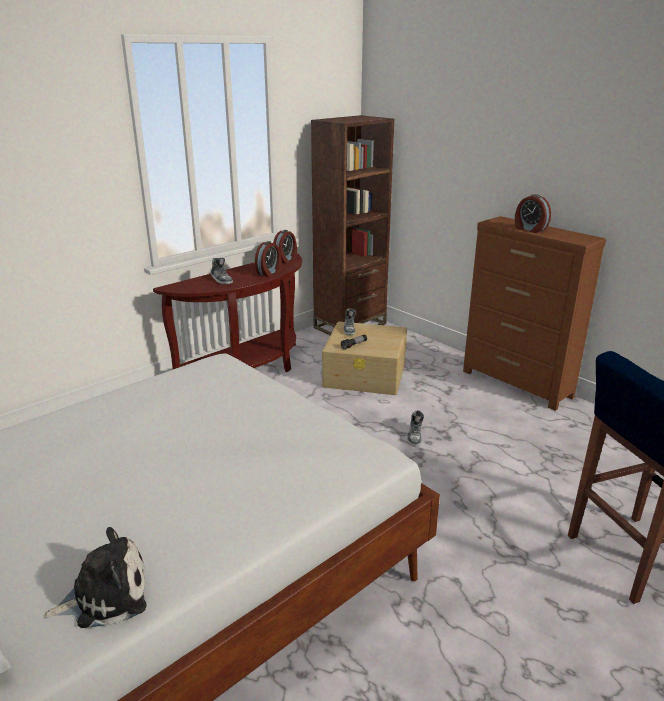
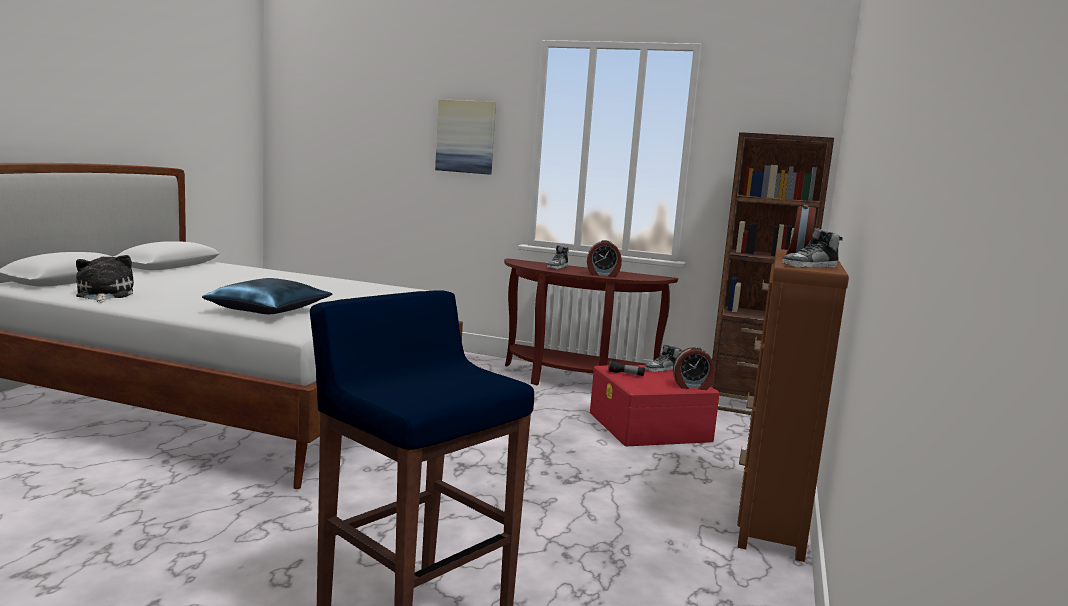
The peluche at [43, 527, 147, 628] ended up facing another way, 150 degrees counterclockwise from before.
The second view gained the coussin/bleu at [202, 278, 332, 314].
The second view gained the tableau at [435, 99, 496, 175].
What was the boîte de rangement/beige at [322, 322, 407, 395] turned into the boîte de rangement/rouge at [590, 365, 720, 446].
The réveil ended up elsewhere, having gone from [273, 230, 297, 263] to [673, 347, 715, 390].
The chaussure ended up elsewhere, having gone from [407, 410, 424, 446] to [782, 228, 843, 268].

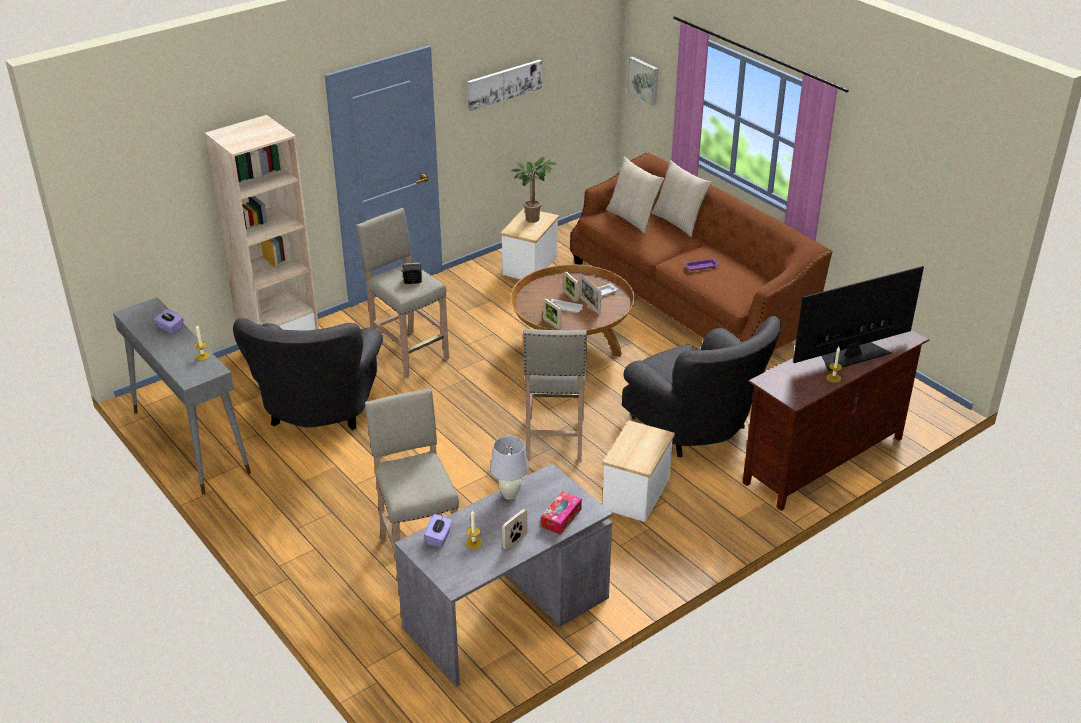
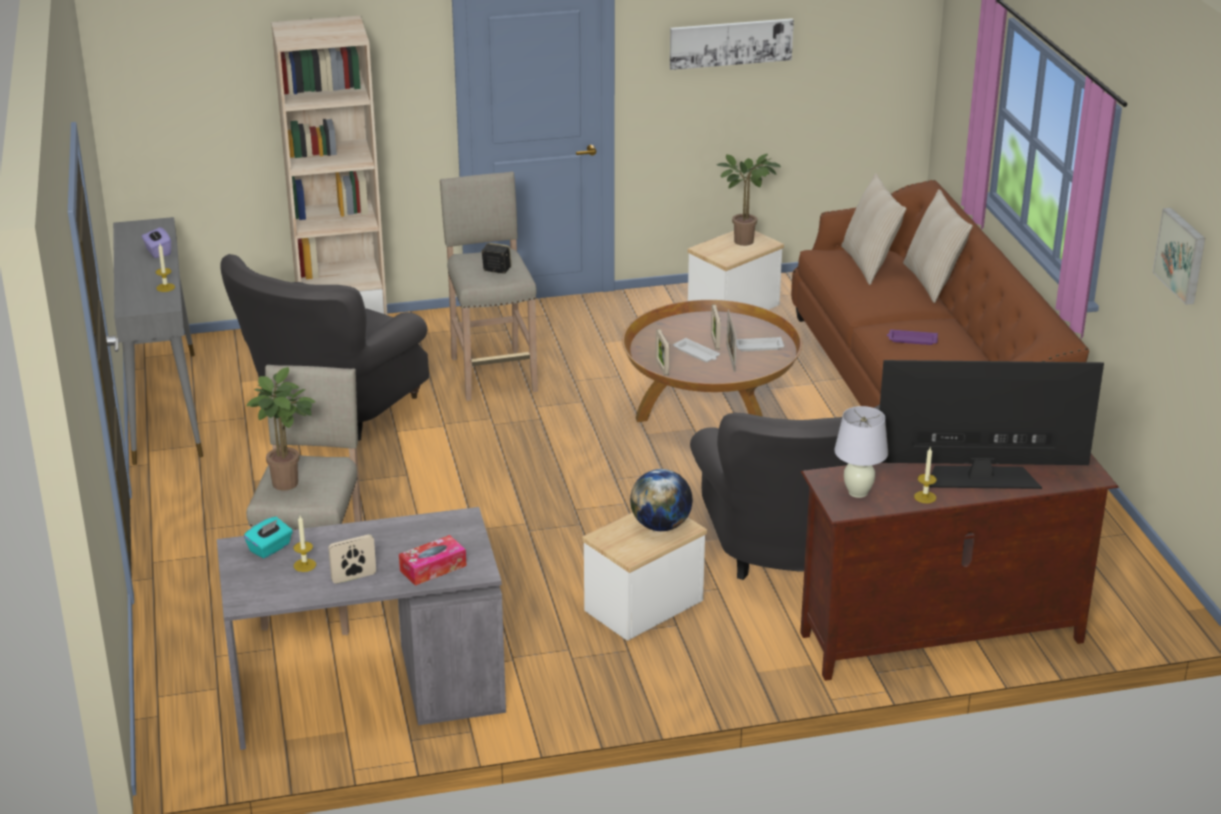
What was the boîte à mouchoirs/violet at [424, 514, 452, 547] turned into the boîte à mouchoirs/turquoise at [244, 517, 293, 559].
The second view gained the plante en pot at [246, 367, 316, 491].
The second view gained the globe at [630, 469, 693, 531].
The lampe de table/blanc ended up elsewhere, having gone from [490, 436, 529, 500] to [834, 406, 888, 498].
The tableau ended up elsewhere, having gone from [627, 56, 658, 106] to [1153, 208, 1205, 305].
The second view lost the tabouret/beige at [523, 329, 587, 463].

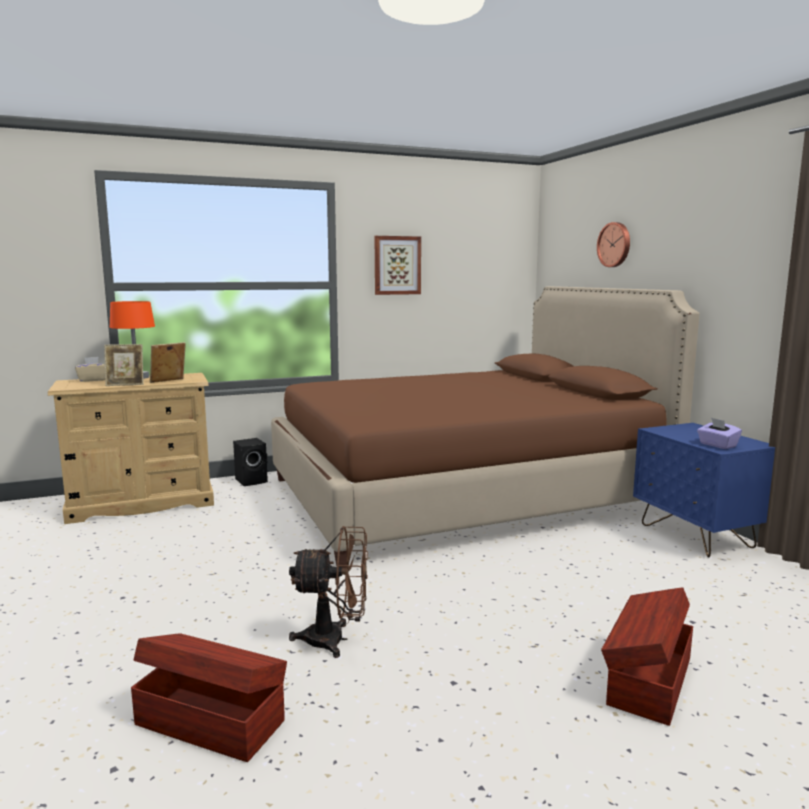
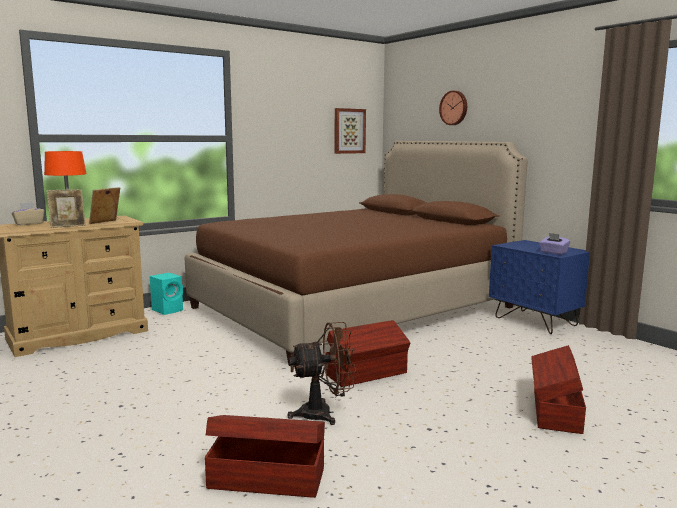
What was the enceinte/noir at [233, 438, 268, 486] turned into the enceinte/turquoise at [150, 273, 183, 315].
The second view gained the boîte de rangement/marron at [325, 320, 411, 387].
The tableau ended up elsewhere, having gone from [375, 236, 421, 295] to [335, 108, 366, 154].

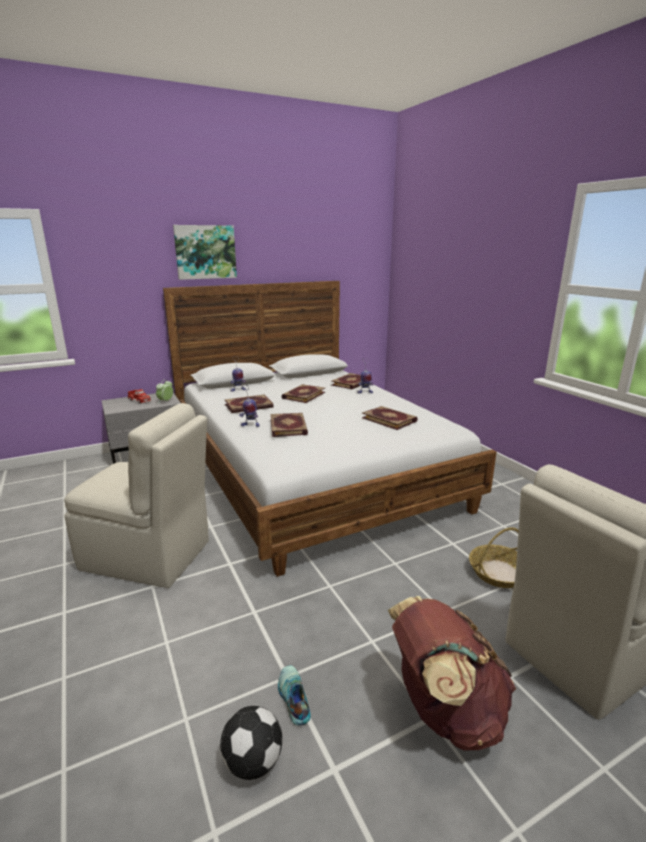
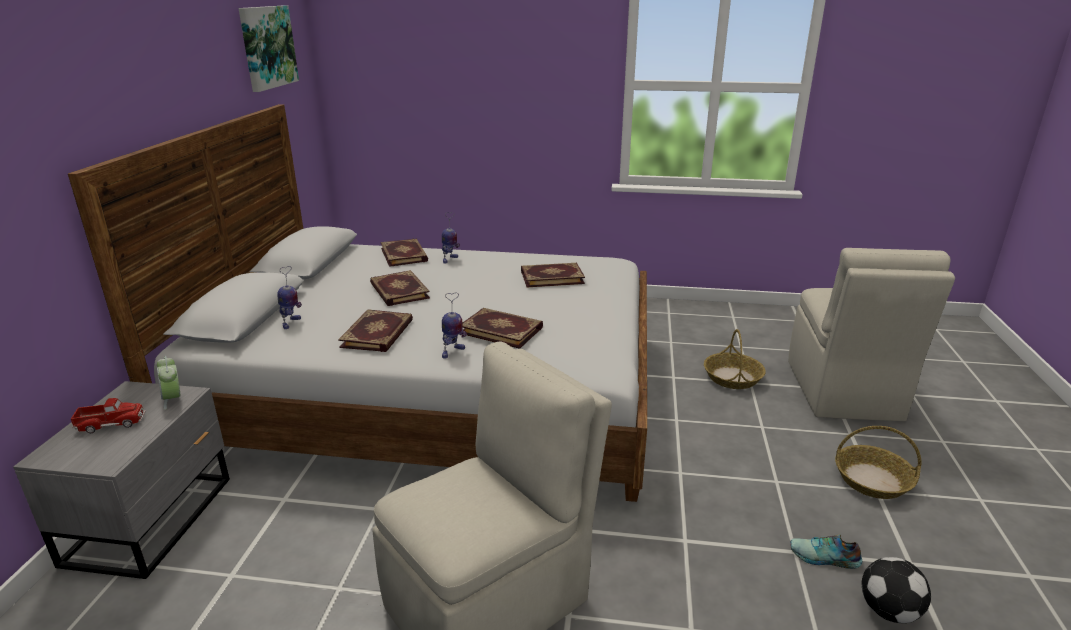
The tableau ended up elsewhere, having gone from [173, 225, 237, 280] to [238, 6, 299, 92].
Where the sac à dos/marron stood at [388, 596, 516, 750], the panier came to stand at [835, 426, 921, 499].

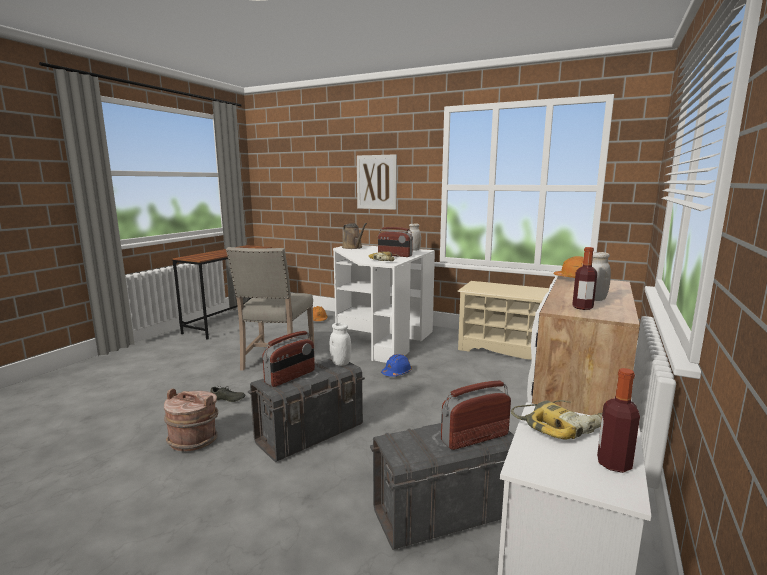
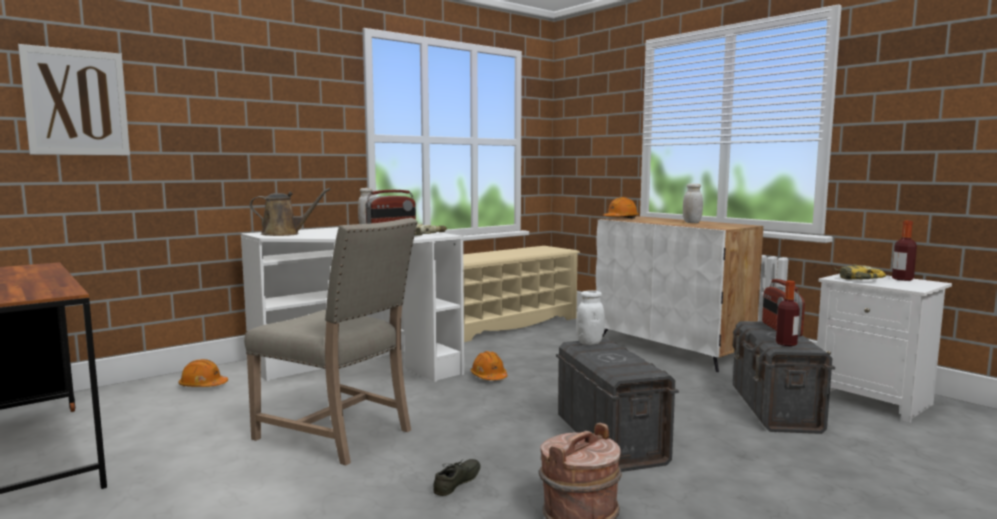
The tableau ended up elsewhere, having gone from [357, 154, 397, 210] to [18, 44, 130, 155].
What was the casque de chantier/bleu at [381, 354, 412, 377] turned into the casque de chantier/orange at [471, 351, 508, 380].
The bouteille ended up elsewhere, having gone from [572, 247, 597, 310] to [776, 281, 800, 346].
The second view lost the radio at [262, 331, 315, 387].

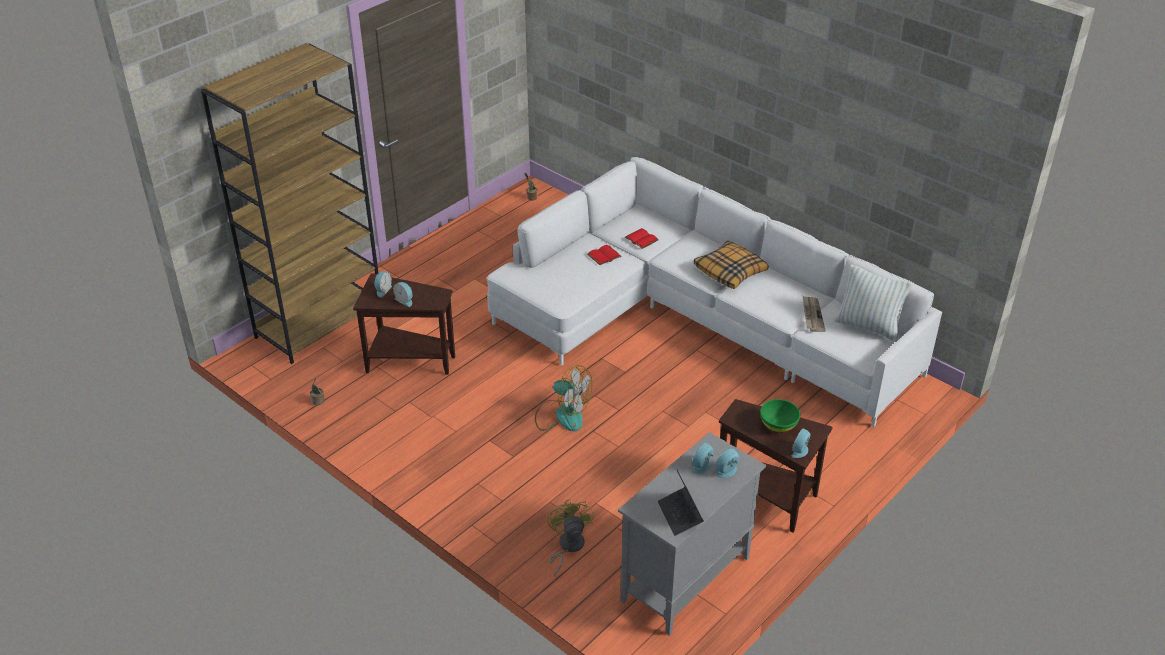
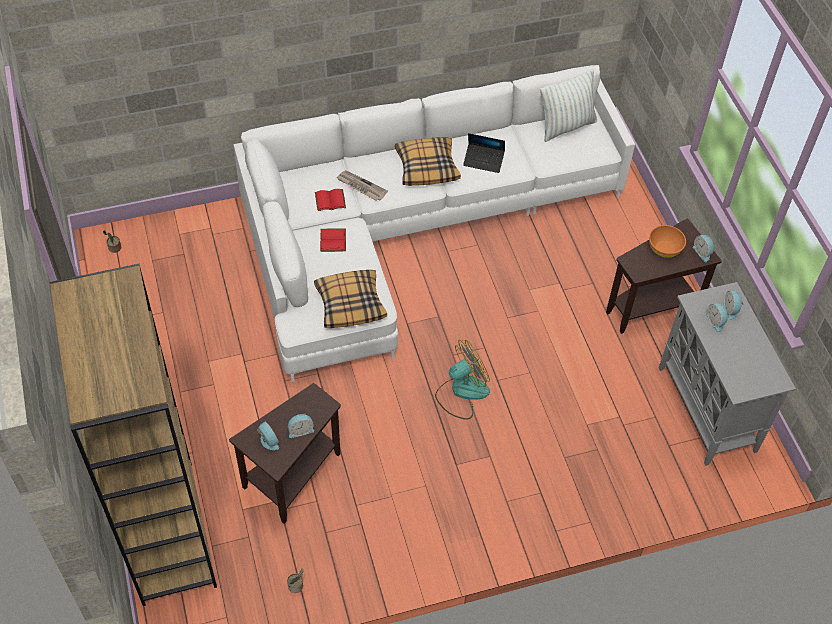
The second view gained the coussin at [314, 270, 387, 328].
The journal ended up elsewhere, having gone from [803, 296, 826, 332] to [336, 170, 388, 201].
The ordinateur portable ended up elsewhere, having gone from [658, 469, 704, 536] to [463, 133, 505, 173].
What was the bol/vert at [760, 399, 800, 432] turned into the bol/orange at [649, 225, 686, 258].
The second view lost the ventilateur/jaune at [547, 499, 594, 576].

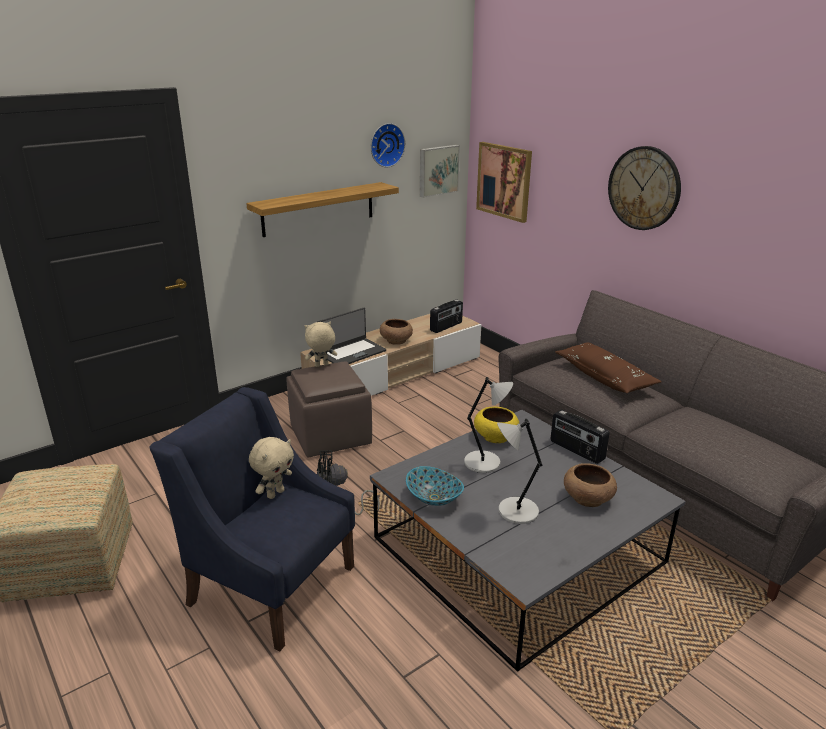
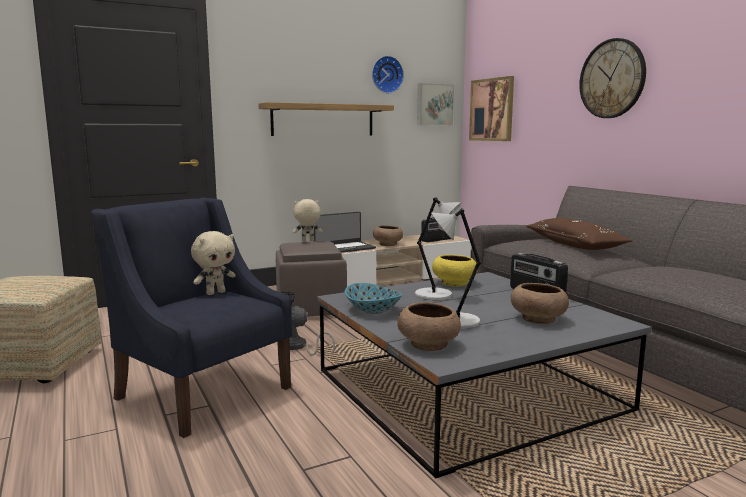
The second view gained the bol/marron at [397, 302, 461, 351].

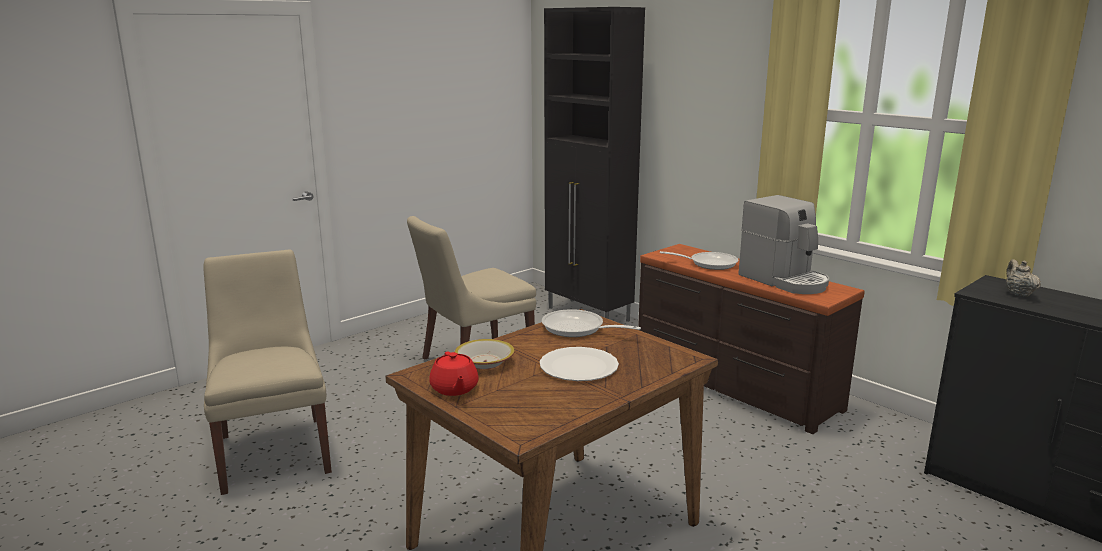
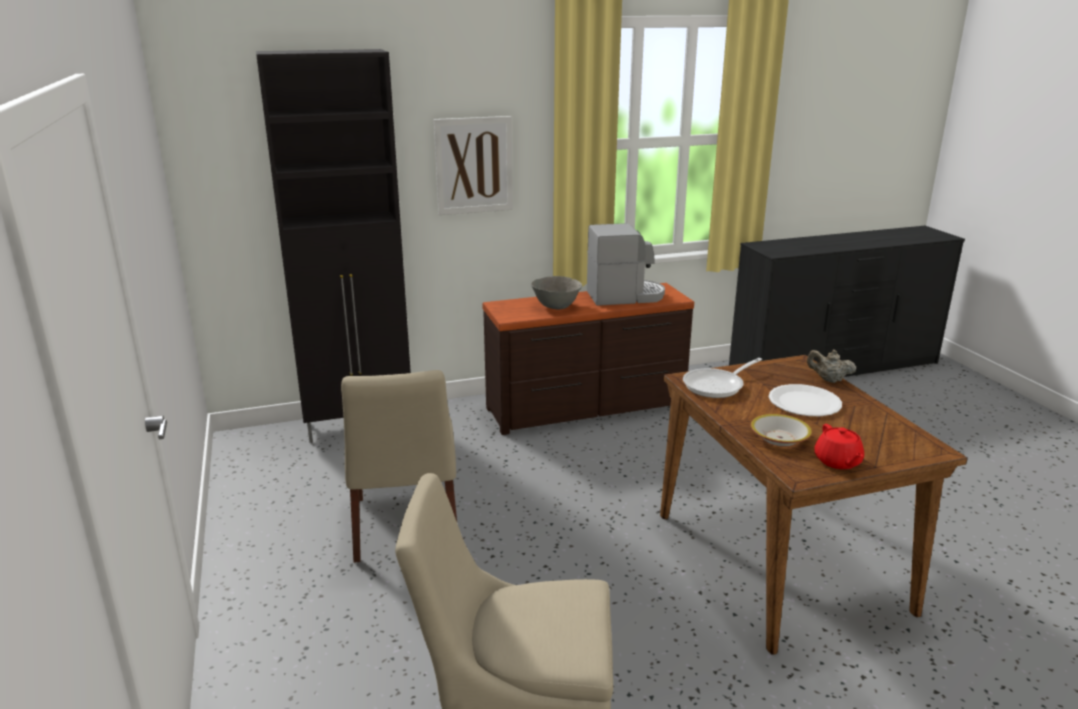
The second view gained the tableau at [434, 116, 513, 215].
Where the poêle stood at [660, 251, 738, 270], the bol/gris came to stand at [531, 276, 582, 309].
The théière/beige ended up elsewhere, having gone from [1006, 259, 1041, 297] to [807, 350, 856, 383].
The théière/rouge at [429, 352, 479, 396] ended up facing another way, 75 degrees clockwise from before.

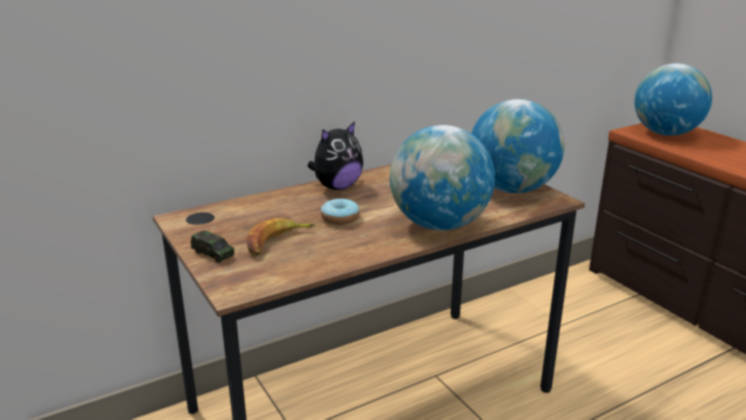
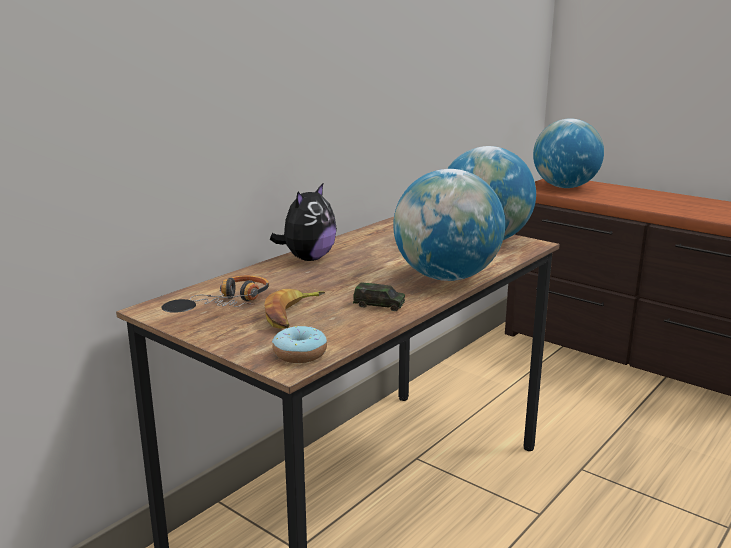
The second view gained the casque audio at [190, 276, 269, 307].
The beignet ended up elsewhere, having gone from [321, 198, 360, 225] to [272, 326, 327, 363].
The petite voiture ended up elsewhere, having gone from [191, 230, 235, 263] to [353, 283, 405, 311].

